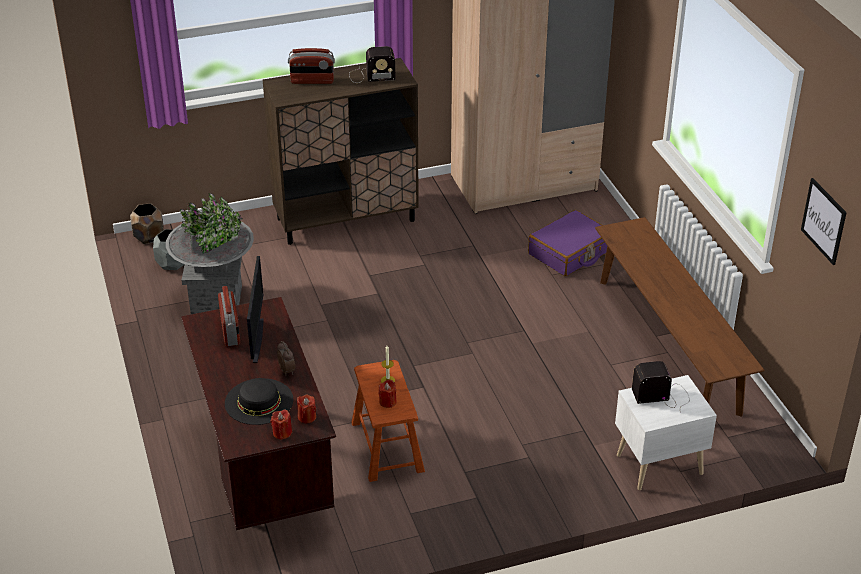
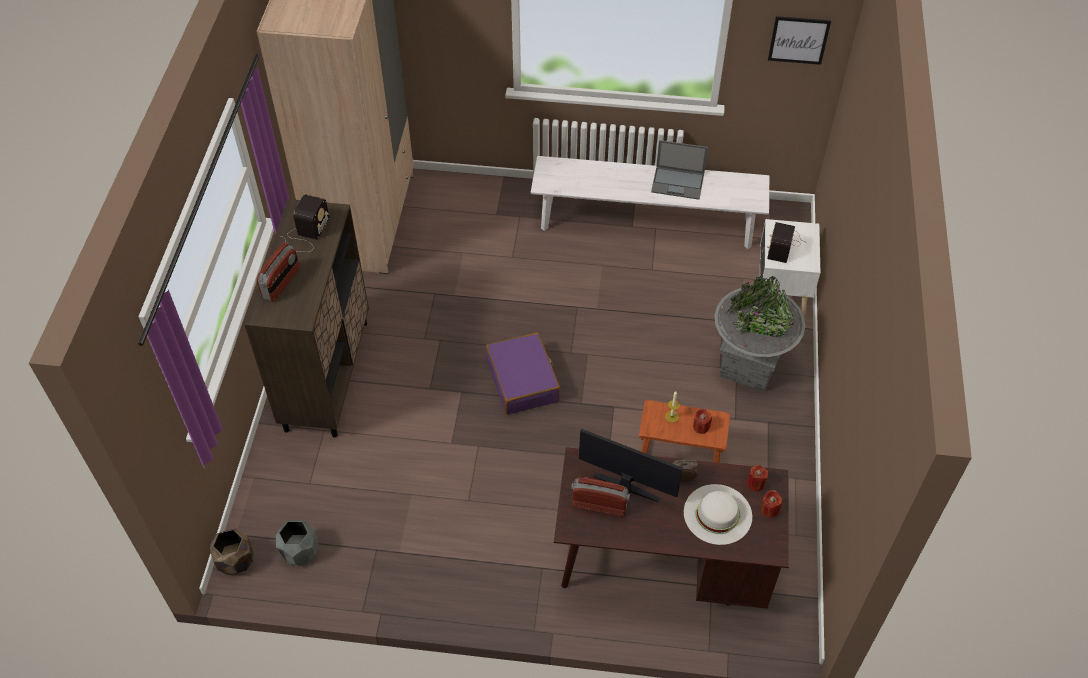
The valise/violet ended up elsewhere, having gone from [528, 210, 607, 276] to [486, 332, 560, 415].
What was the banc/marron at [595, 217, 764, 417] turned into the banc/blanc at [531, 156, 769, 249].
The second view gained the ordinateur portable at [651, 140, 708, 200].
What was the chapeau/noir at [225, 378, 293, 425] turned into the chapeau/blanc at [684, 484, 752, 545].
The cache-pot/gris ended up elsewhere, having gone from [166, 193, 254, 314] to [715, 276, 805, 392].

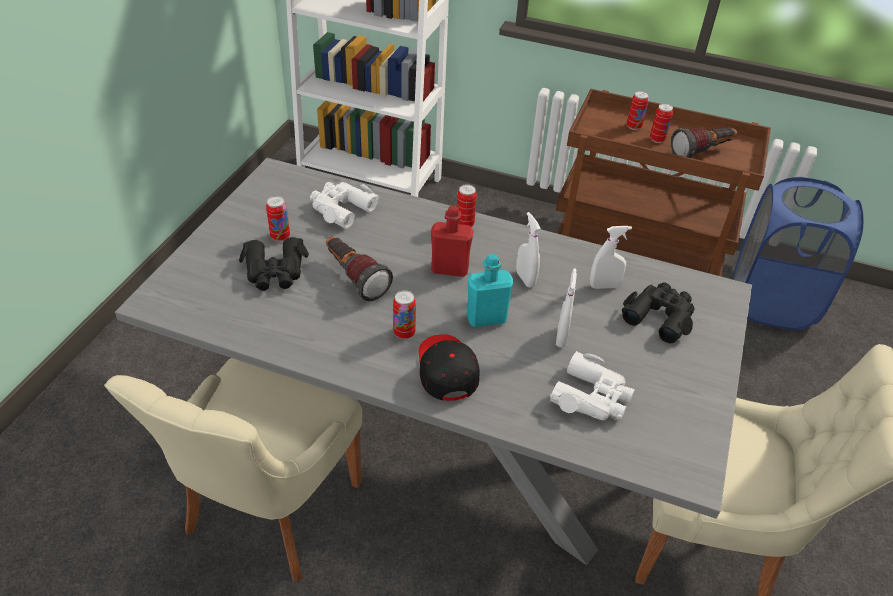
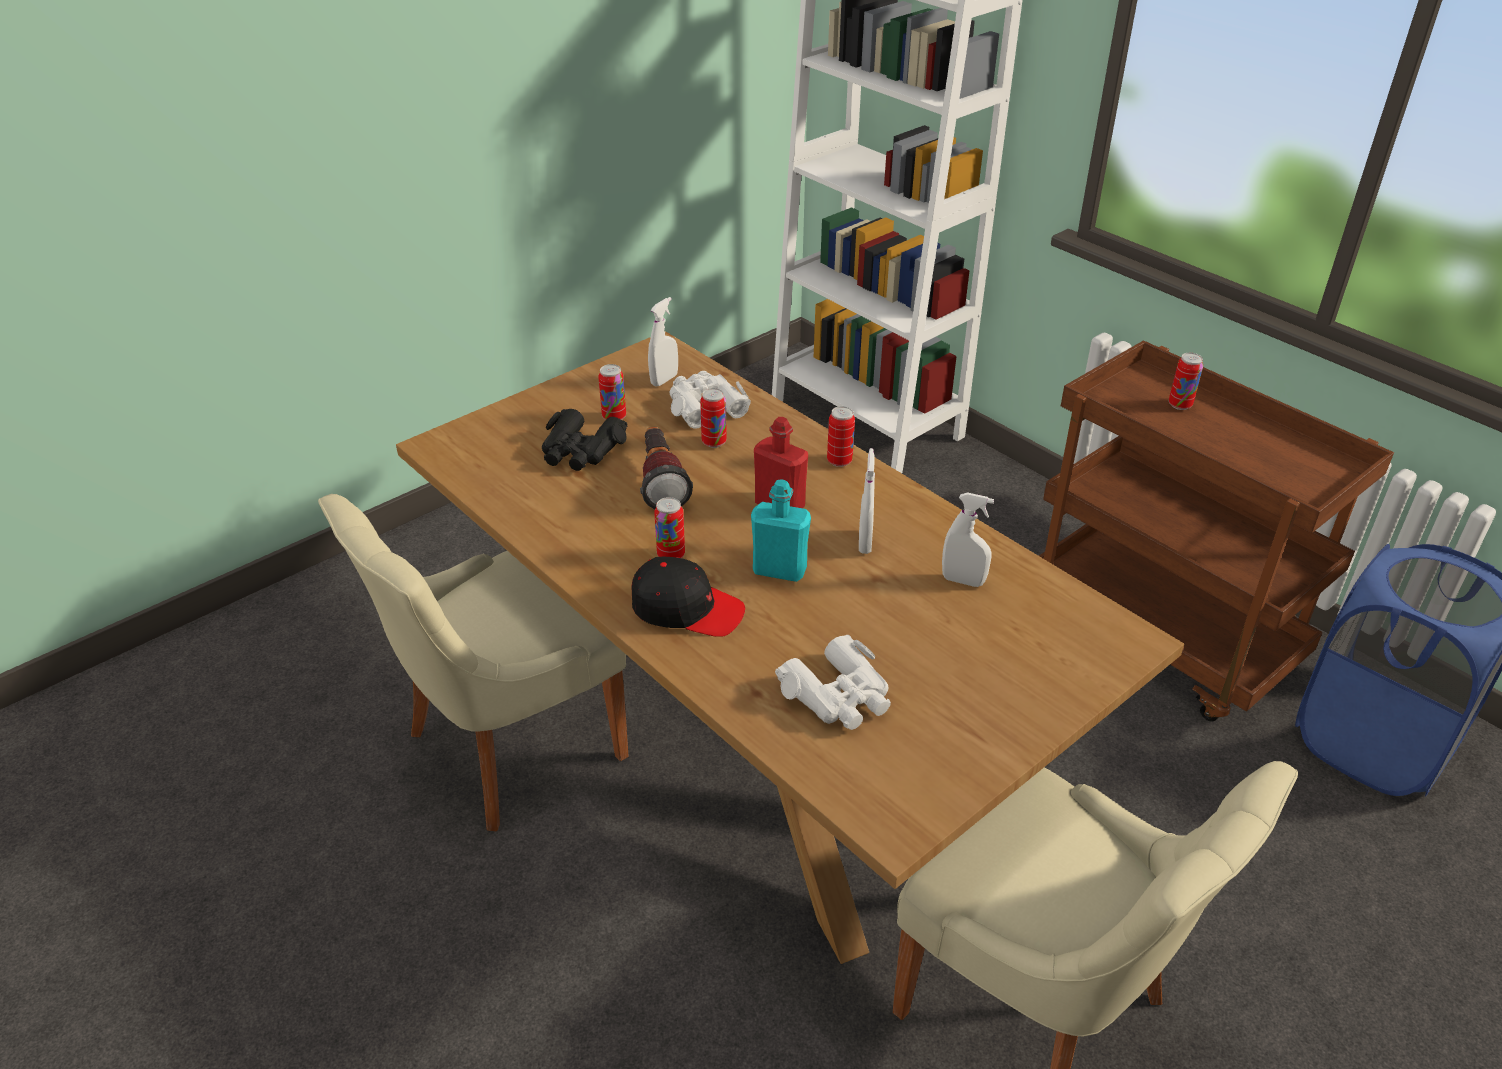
What was the table à manger/gris at [115, 158, 752, 565] turned into the table à manger/marron at [396, 331, 1184, 964].
The casquette/noir at [419, 334, 480, 401] ended up facing another way, 90 degrees clockwise from before.
The vaporisateur/blanc ended up elsewhere, having gone from [556, 268, 577, 348] to [648, 297, 678, 387].
The boîte métallique ended up elsewhere, having gone from [650, 103, 673, 143] to [700, 388, 727, 448].
The second view lost the jumelles/noir at [622, 282, 695, 343].
The second view lost the lampe de poche at [671, 127, 738, 158].

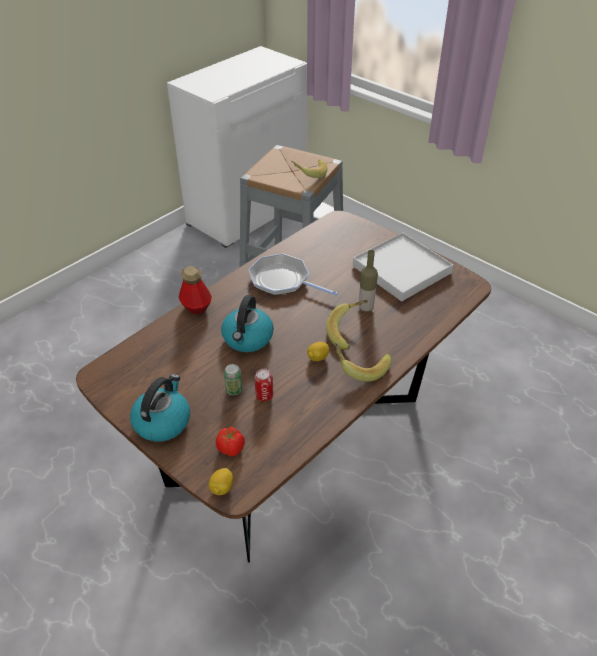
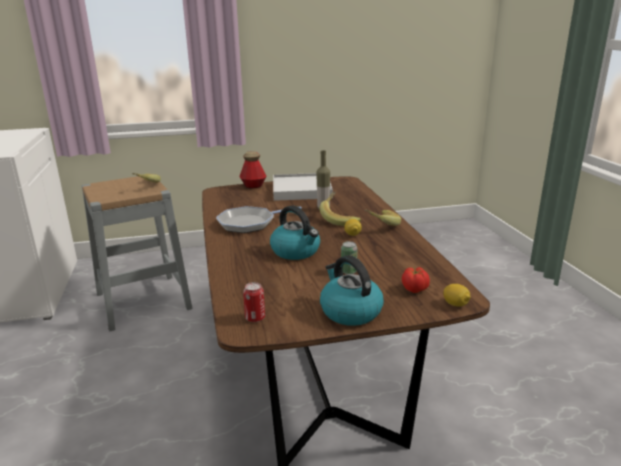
The bouteille ended up elsewhere, having gone from [179, 266, 212, 315] to [239, 151, 267, 188].
The boîte métallique ended up elsewhere, having gone from [255, 369, 273, 401] to [243, 282, 265, 322].

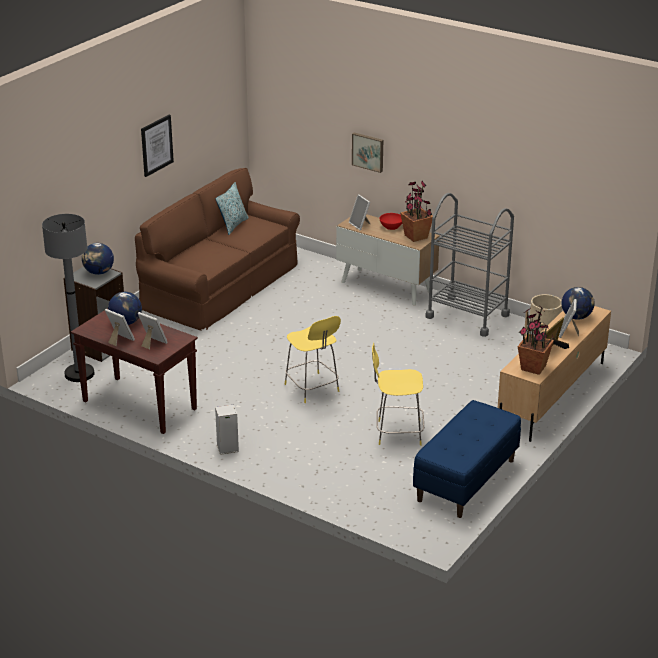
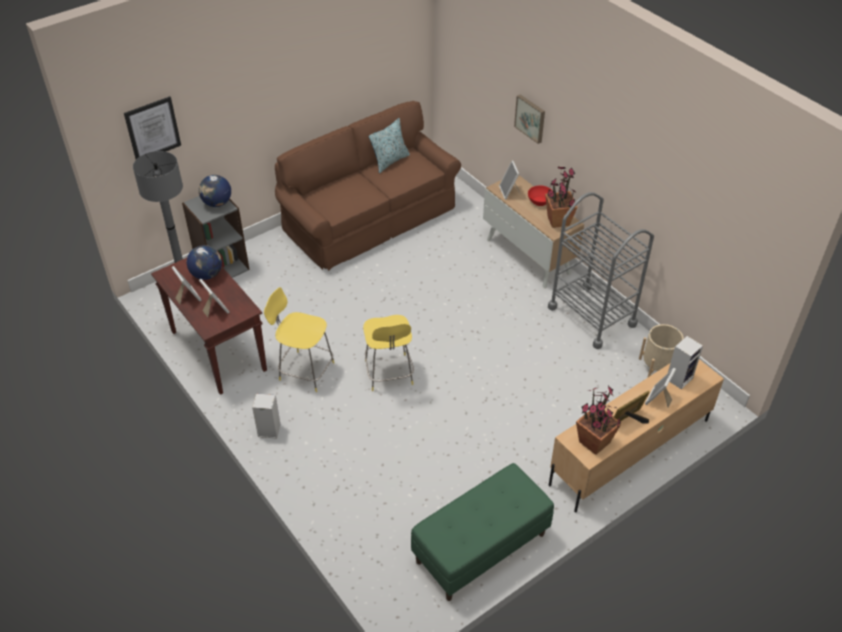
The tableau ended up elsewhere, having gone from [141, 115, 174, 177] to [124, 96, 181, 159].
The tabouret/jaune ended up elsewhere, having gone from [372, 343, 424, 446] to [264, 287, 334, 392].
What was the banc/bleu at [413, 400, 521, 518] turned into the banc/vert at [411, 463, 554, 601].
Where the globe stood at [562, 287, 594, 320], the enceinte came to stand at [668, 336, 703, 389].

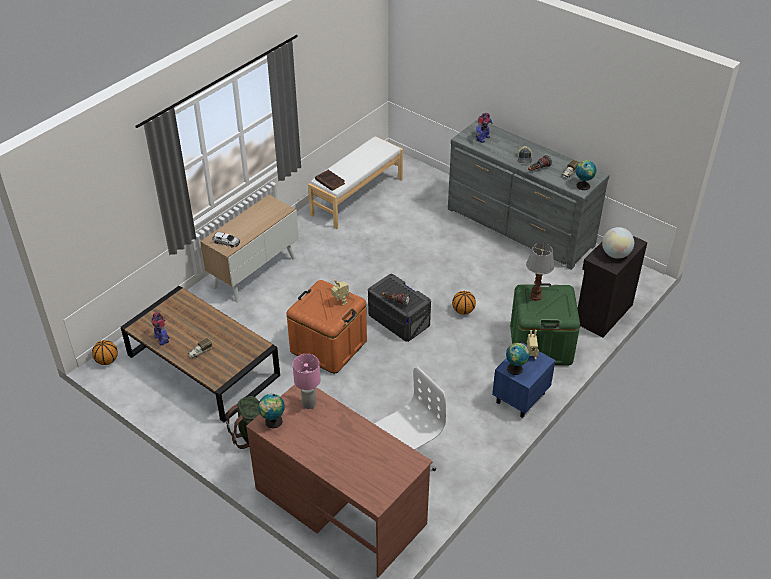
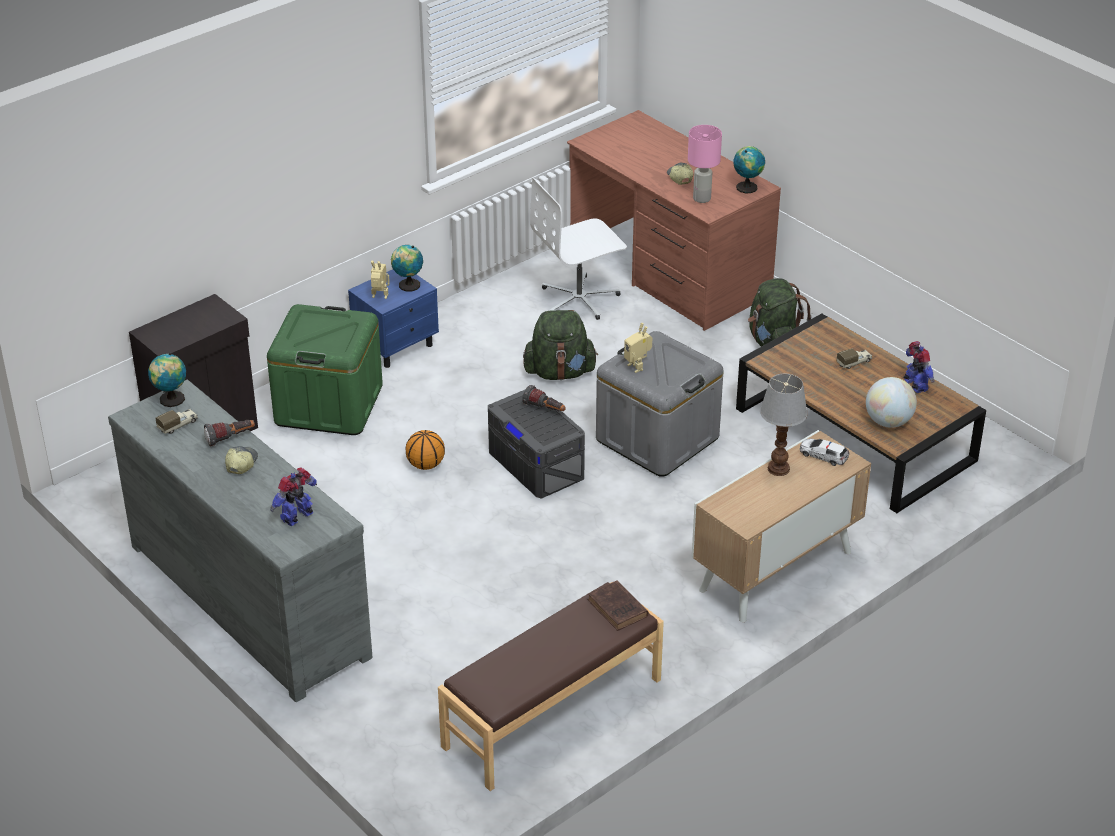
What was the banc/blanc at [308, 137, 403, 229] turned into the banc/marron at [438, 582, 664, 791].
The second view gained the sac à dos/vert at [523, 310, 598, 380].
What was the boîte de rangement/orange at [287, 280, 367, 373] turned into the boîte de rangement/gris at [596, 331, 723, 477].
The second view gained the casquette at [667, 163, 693, 185].
The lampe de table ended up elsewhere, having gone from [526, 243, 554, 301] to [760, 374, 808, 476].
The globe ended up elsewhere, having gone from [602, 227, 634, 259] to [866, 377, 917, 428].
The second view lost the ballon de basket at [92, 340, 118, 365].

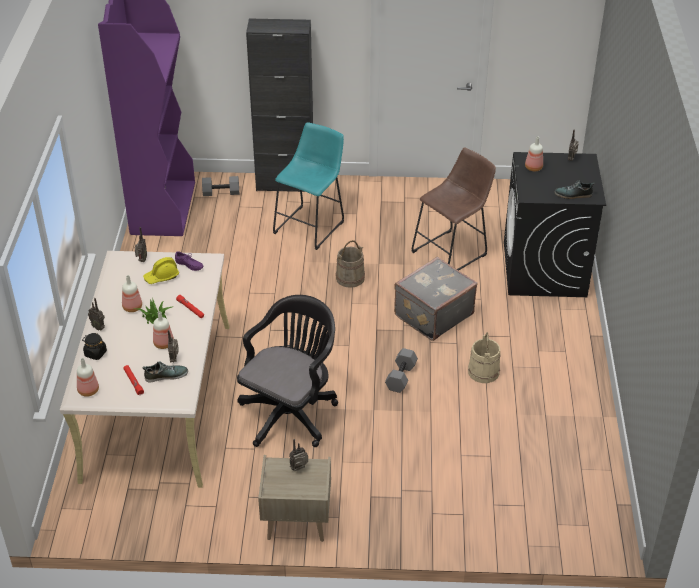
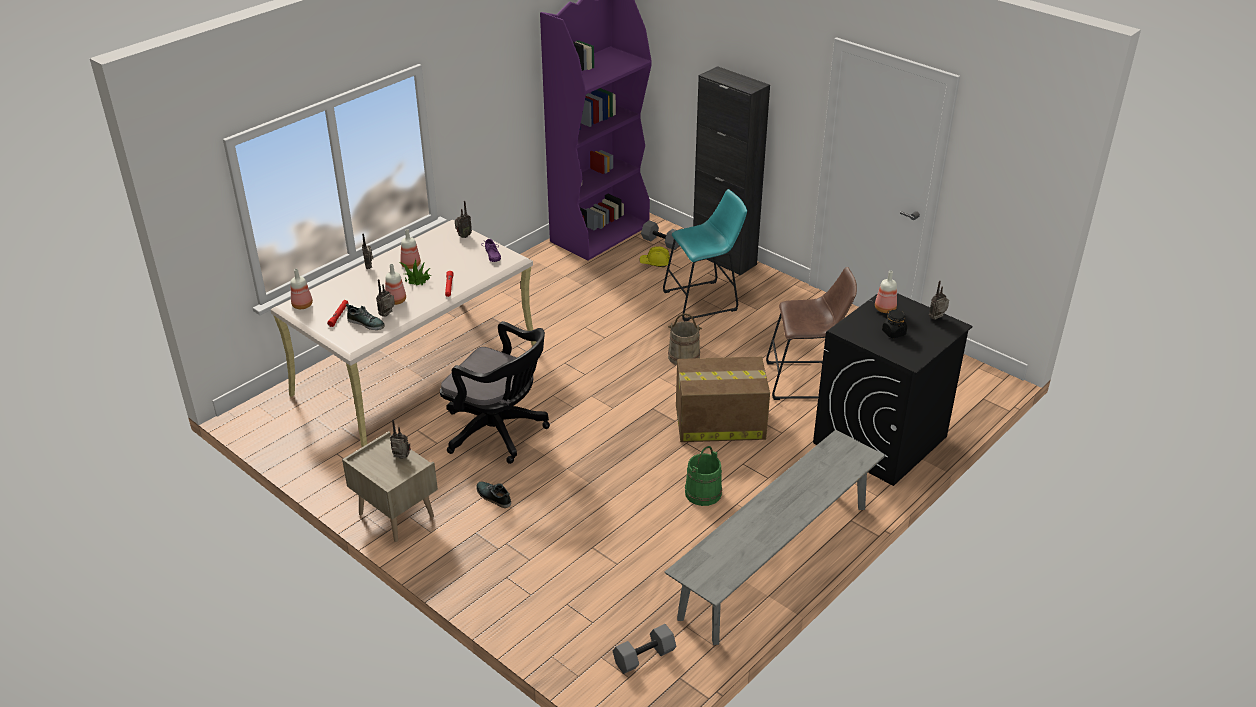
The chaise de bureau/noir at [237, 295, 338, 447] ended up facing another way, 45 degrees clockwise from before.
The chaussure ended up elsewhere, having gone from [555, 181, 594, 199] to [476, 482, 511, 508].
The haltère/gris ended up elsewhere, having gone from [385, 348, 418, 393] to [613, 624, 676, 674].
The casque de chantier/jaune ended up elsewhere, having gone from [143, 257, 179, 284] to [639, 246, 670, 268].
The second view gained the banc/gris at [665, 430, 885, 645].
Where the valise/gris stood at [394, 257, 477, 341], the carton came to stand at [676, 357, 770, 442].
What was the seau/beige at [468, 332, 501, 383] turned into the seau/vert at [685, 446, 722, 506].
The bocal/noir ended up elsewhere, having gone from [82, 333, 107, 360] to [882, 309, 907, 338].

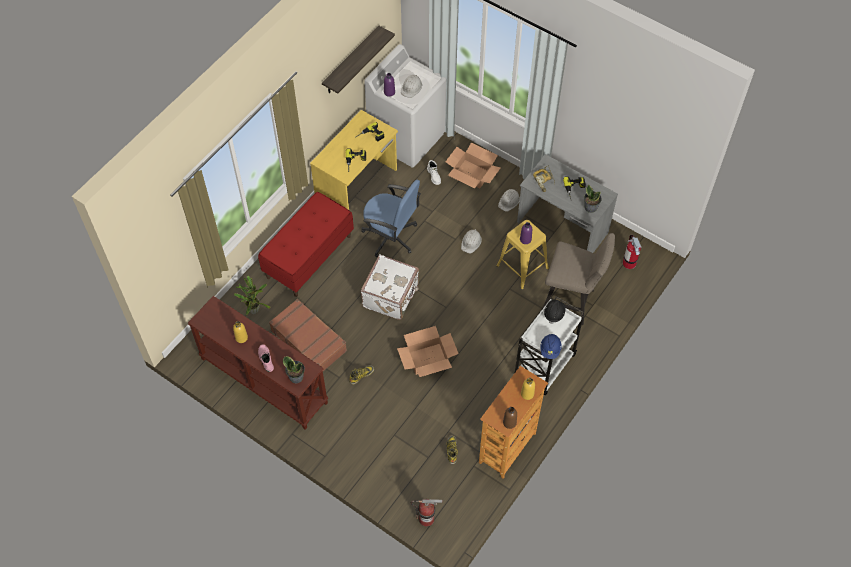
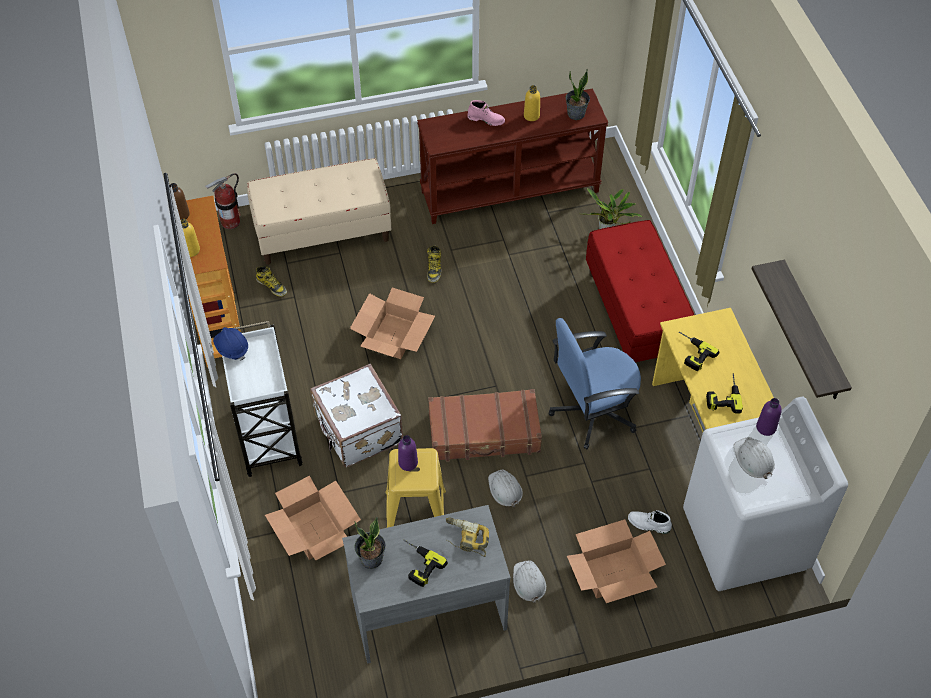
The second view gained the banc/beige at [247, 158, 391, 265].
Where the tabouret/beige stood at [542, 233, 615, 325], the carton came to stand at [265, 476, 361, 560].
The valise/blanc ended up elsewhere, having gone from [361, 254, 419, 320] to [310, 364, 403, 467].
The valise/marron ended up elsewhere, having gone from [269, 299, 347, 371] to [428, 389, 542, 462].
The plante en pot ended up elsewhere, having gone from [283, 356, 305, 383] to [565, 69, 590, 120].
The second view lost the casque de chantier/noir at [544, 300, 566, 324].
The second view lost the extincteur at [623, 235, 641, 269].

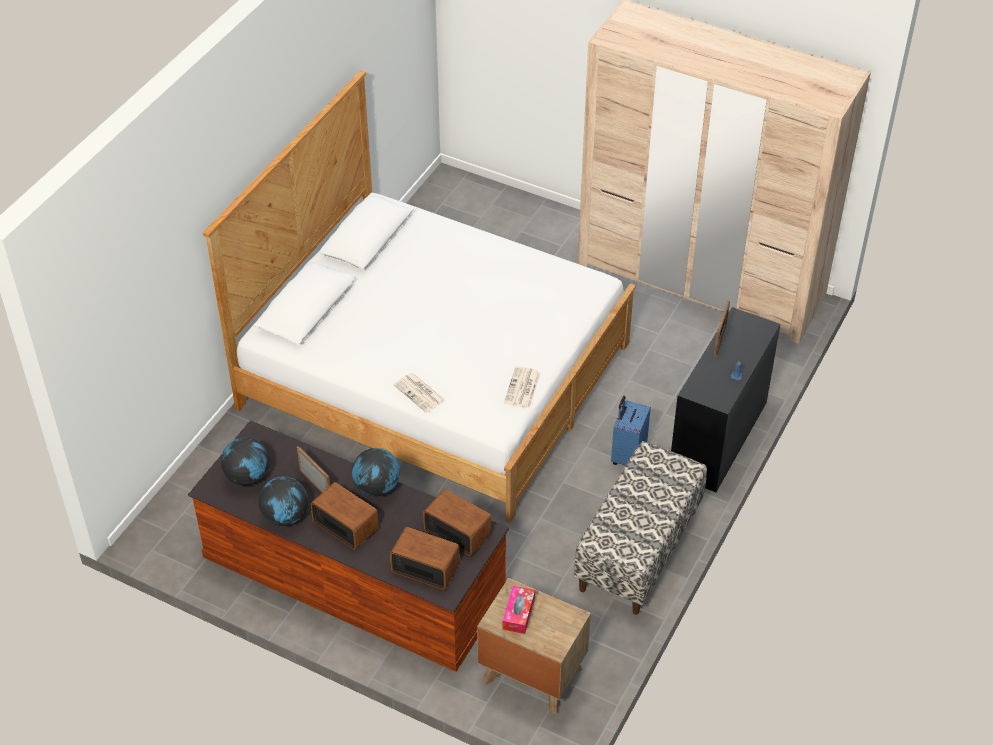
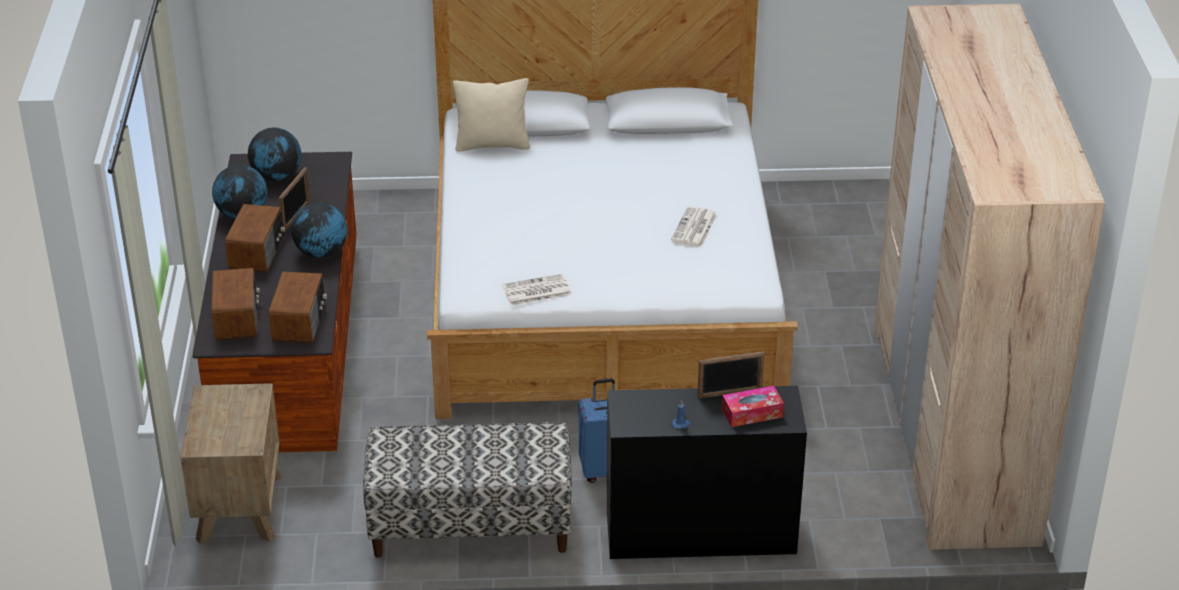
The second view gained the coussin/beige at [453, 78, 530, 151].
The journal ended up elsewhere, having gone from [393, 373, 445, 413] to [671, 206, 717, 247].
The boîte à mouchoirs ended up elsewhere, having gone from [502, 586, 535, 634] to [722, 386, 784, 427].

